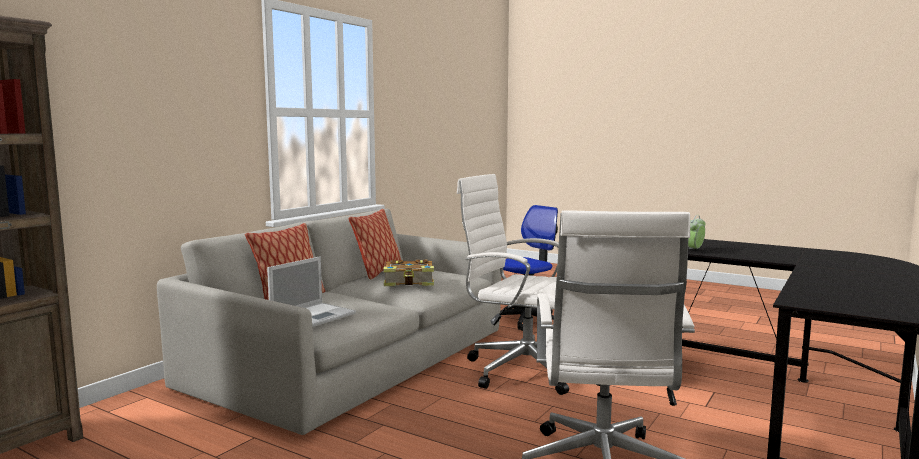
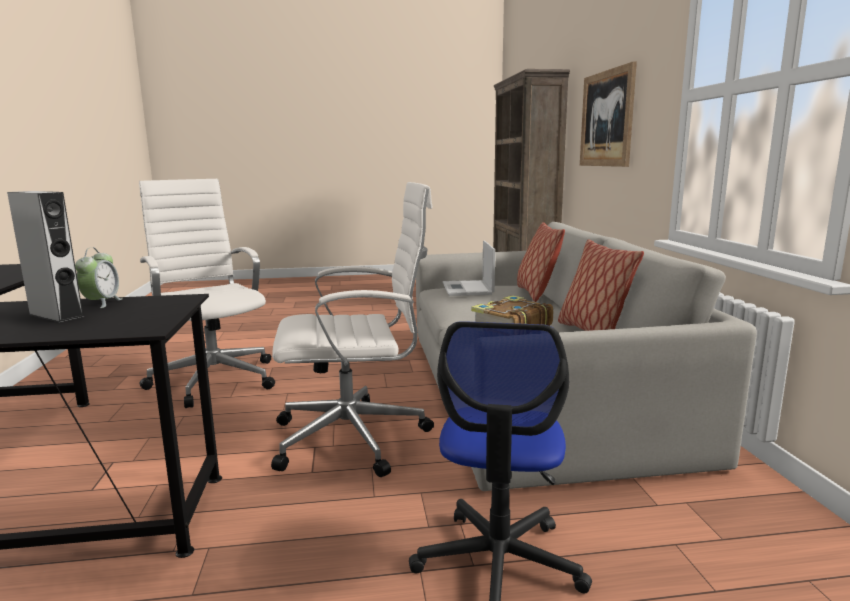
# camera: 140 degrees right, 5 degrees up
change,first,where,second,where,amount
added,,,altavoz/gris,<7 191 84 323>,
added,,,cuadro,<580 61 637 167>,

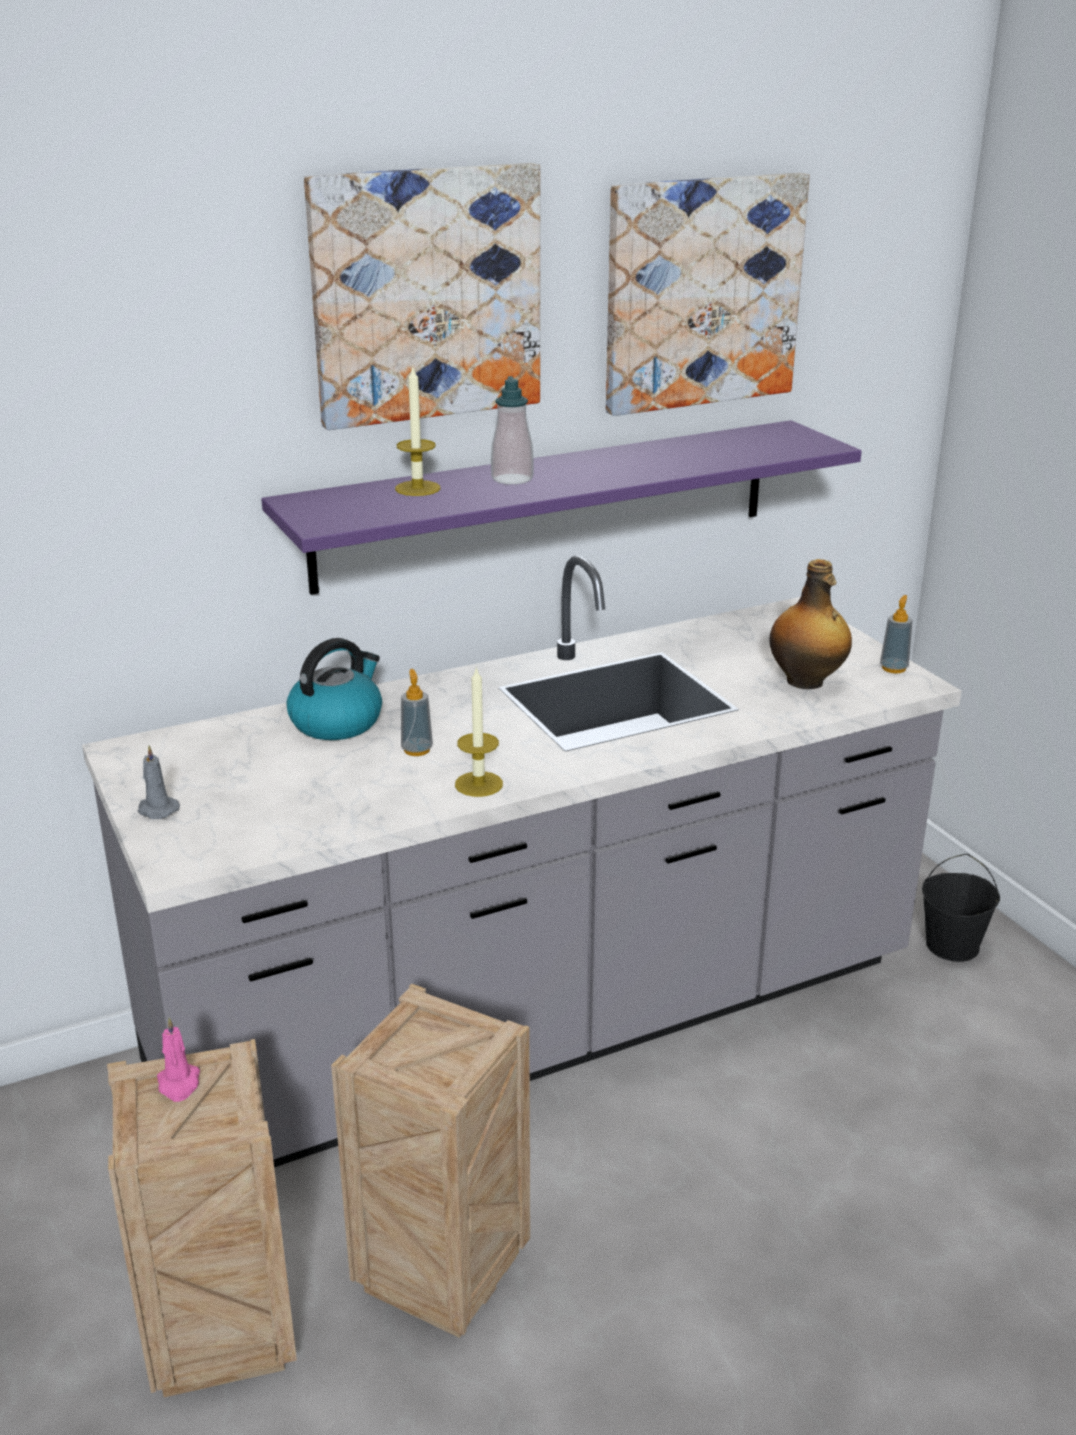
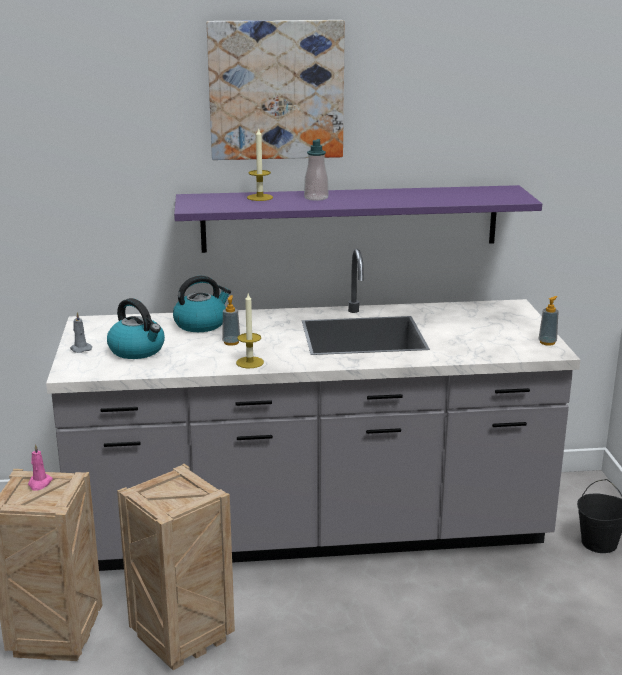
# camera: 20 degrees right, 5 degrees down
change,first,where,second,where,amount
added,,,hervidor,<107 298 165 359>,
removed,cuadro,<606 173 809 416>,,,
removed,botella,<770 559 852 689>,,,

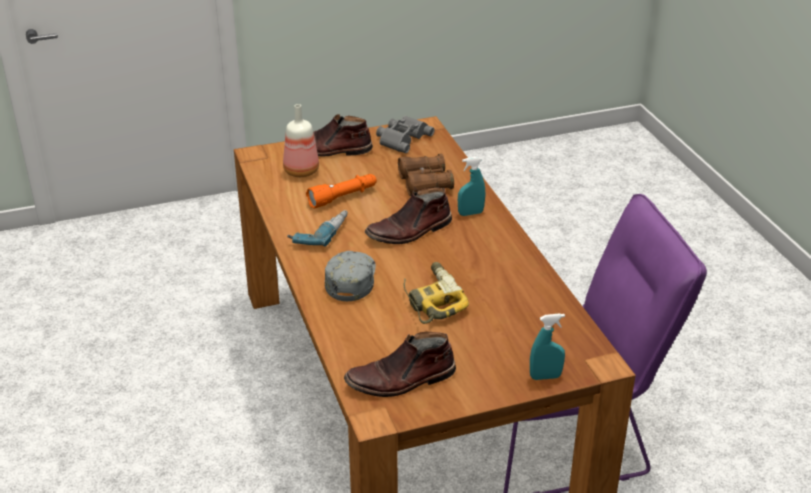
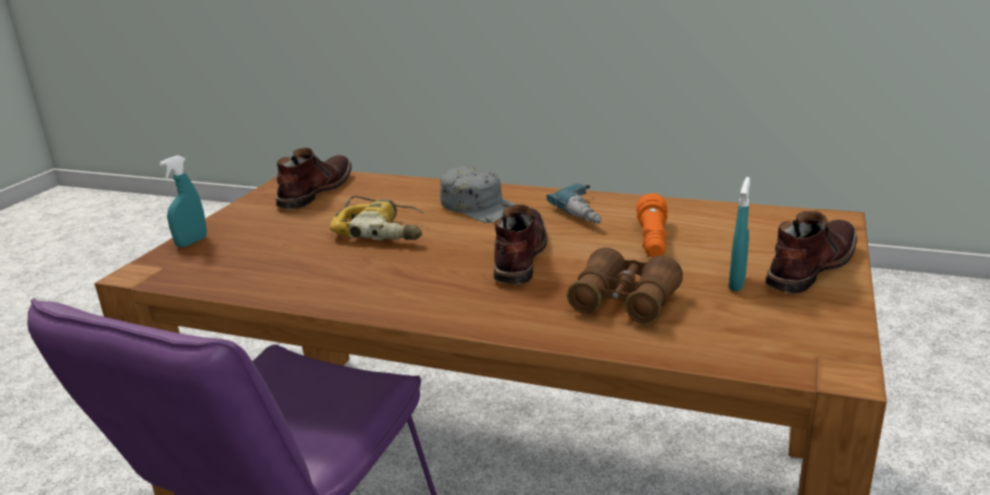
# camera: 130 degrees right, 10 degrees down
change,first,where,second,where,amount
moved,pulverizador/turquesa,<458 157 485 216>,,<729 177 750 291>,
removed,botella,<283 104 319 177>,,,
removed,prismáticos/gris,<376 116 435 153>,,,

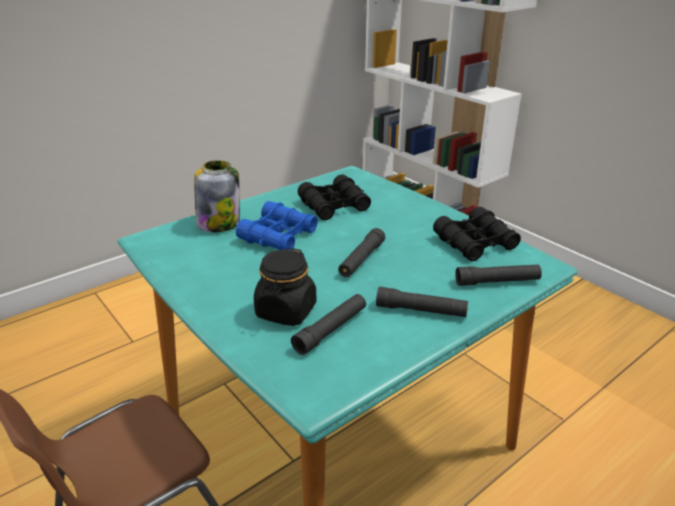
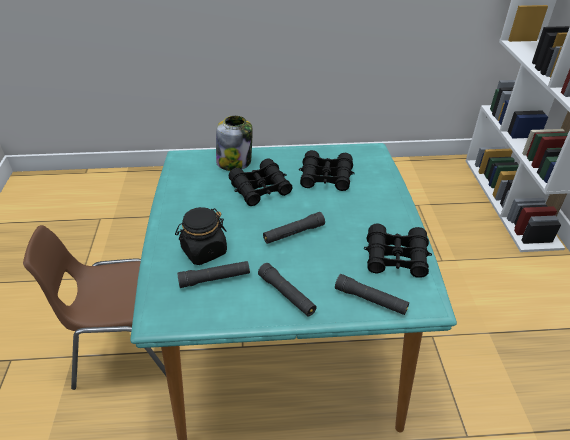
# camera: 35 degrees right, 10 degrees up
change,first,where,second,where,amount
recoloured,prismáticos/azul,<236 201 318 250>,prismáticos/negro,<229 158 293 206>,

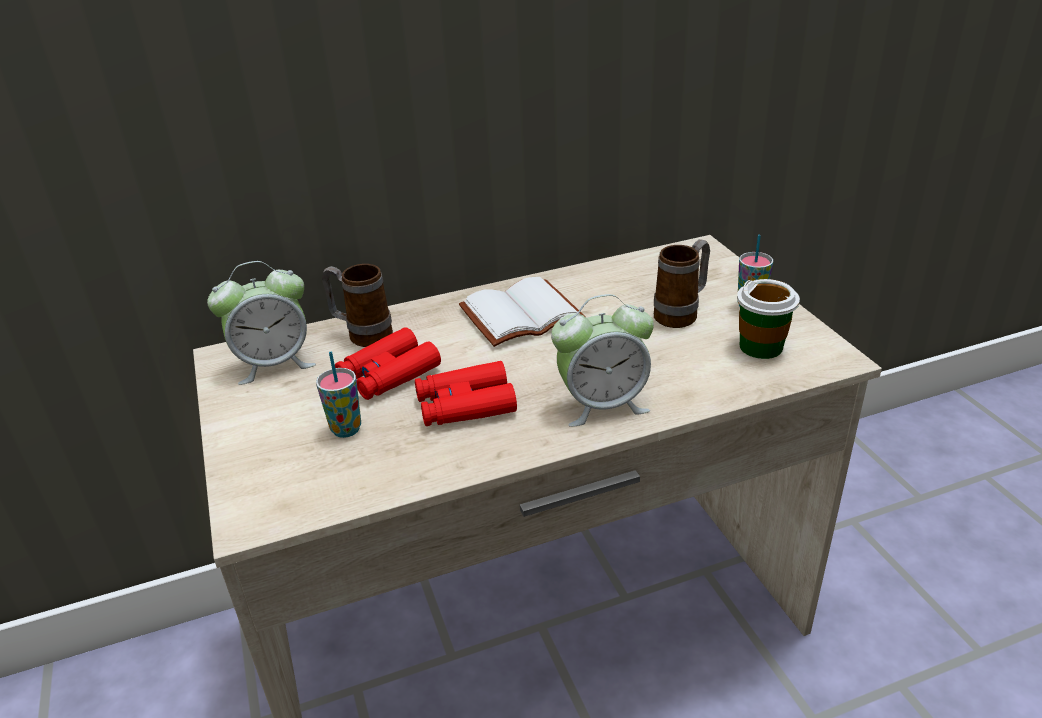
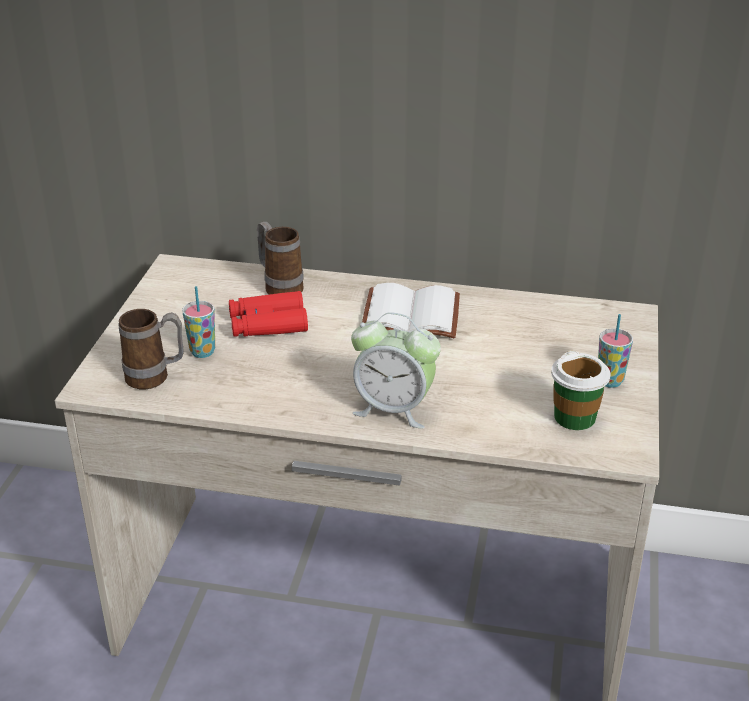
# camera: 30 degrees right, 0 degrees up
change,first,where,second,where,amount
moved,taza grande,<654 239 710 328>,,<118 309 184 389>,
removed,despertador,<207 261 316 385>,,,
removed,prismáticos/rojo,<415 361 517 426>,,,

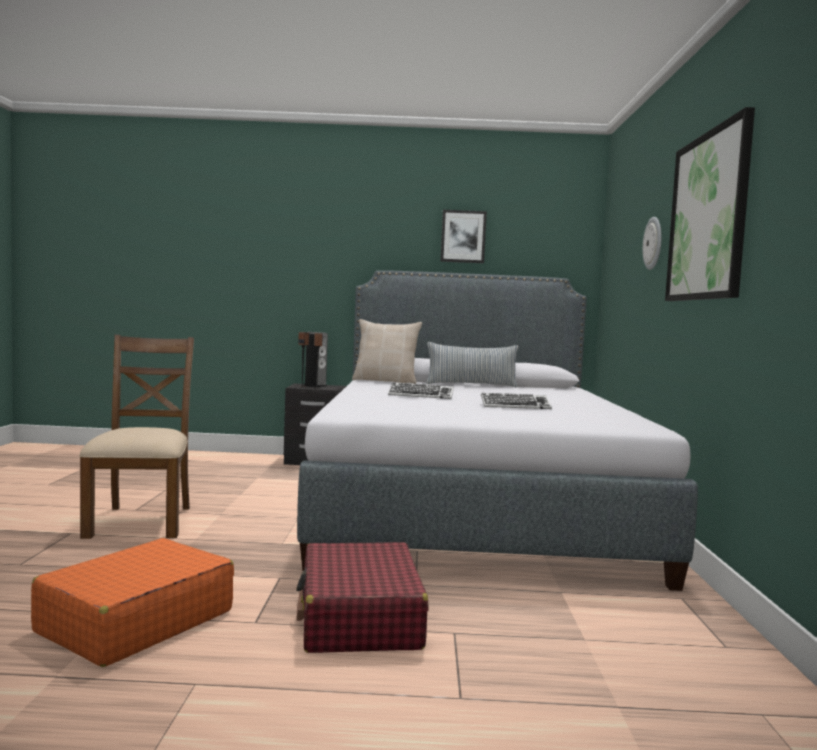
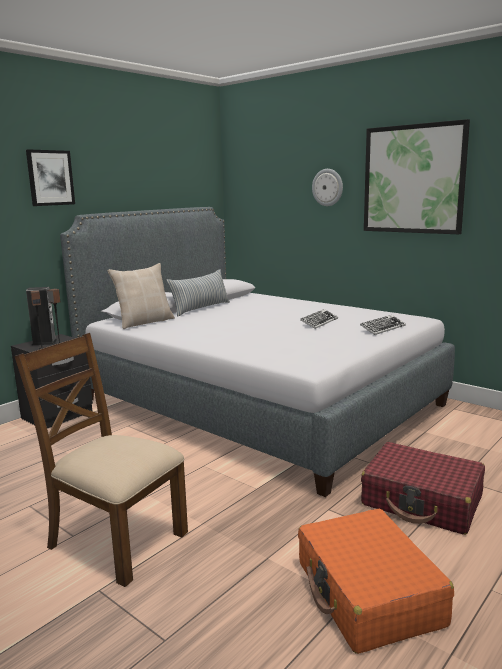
# camera: 50 degrees left, 10 degrees up
change,first,where,second,where,amount
moved,cuadro,<440 210 487 263>,,<26 149 75 206>,
moved,teclado,<388 382 454 399>,,<360 315 406 335>,

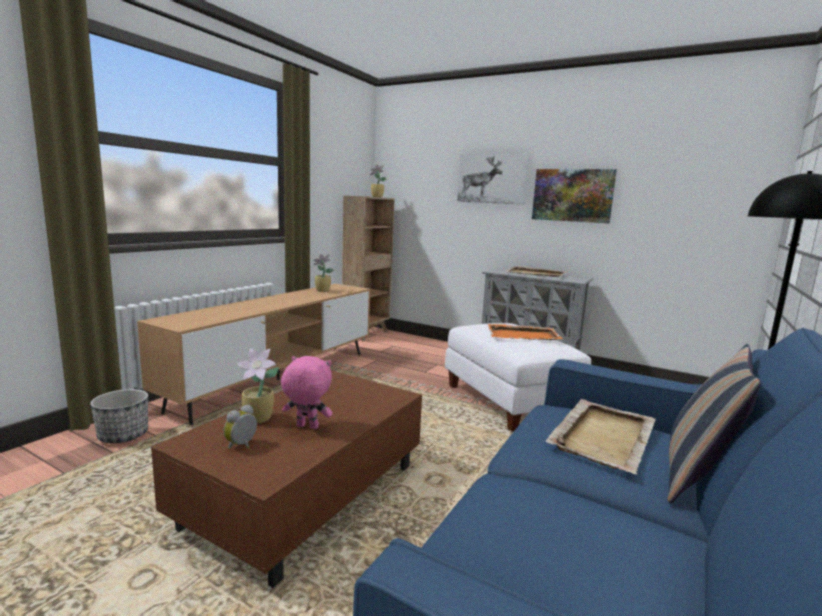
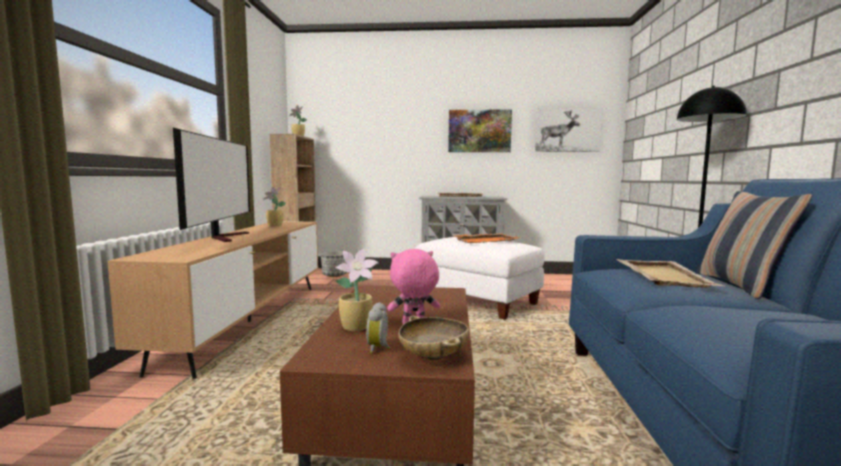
# camera: 25 degrees left, 5 degrees down
change,first,where,second,where,amount
added,,,televisor,<173 128 250 242>,
moved,maceta,<91 389 148 443>,,<321 251 347 277>,
added,,,cuenco/beis,<398 316 469 360>,
moved,cuadro,<457 153 529 204>,,<535 108 603 152>,

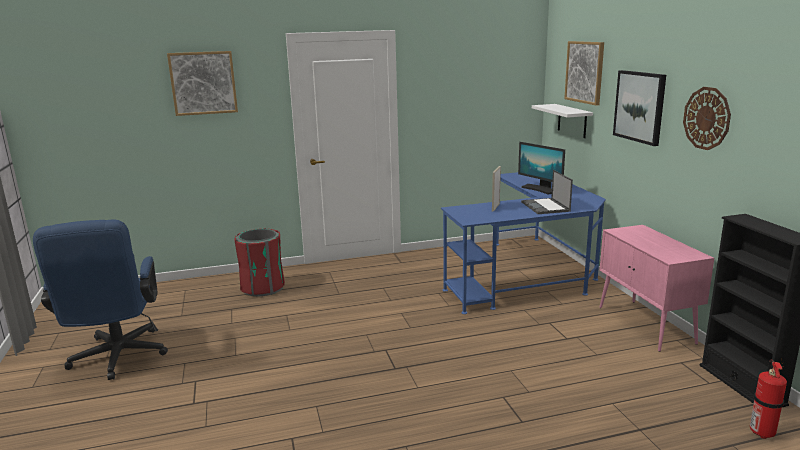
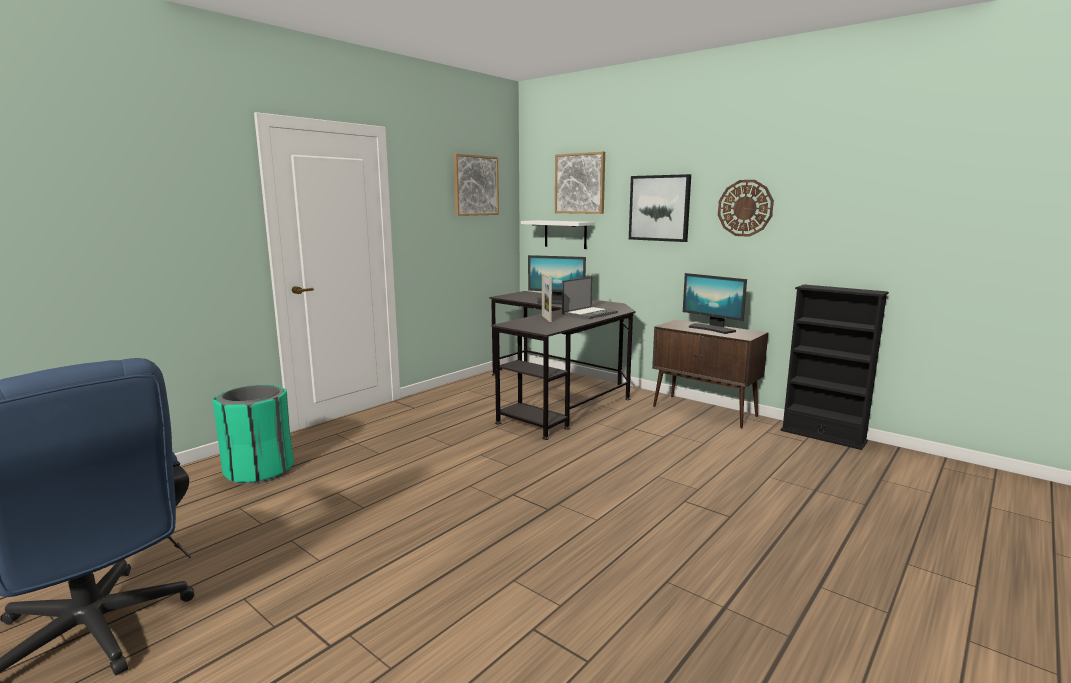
# camera: 35 degrees left, 5 degrees down
change,first,where,second,where,amount
recoloured,papelera/rojo,<234 229 285 296>,papelera/verde,<213 385 294 485>,
moved,cuadro,<167 51 238 116>,,<453 153 499 216>,
recoloured,escritorio/azul,<441 172 606 314>,escritorio/negro,<489 291 635 440>,
turned,portátil,<521 170 573 214>,,<562 277 618 319>,90 degrees counterclockwise
recoloured,armario/rosa,<600 225 714 352>,armario/marrón,<652 320 768 428>,
added,,,monitor,<683 273 747 334>,
removed,extintor,<750 358 787 439>,,,

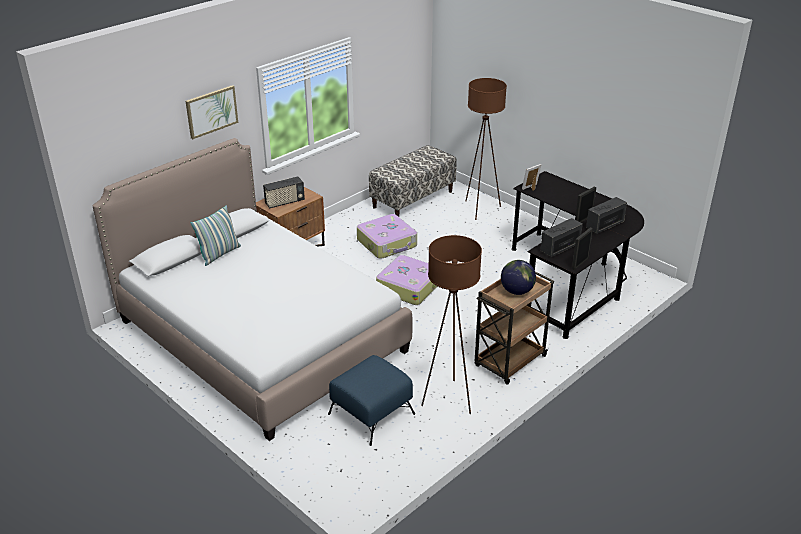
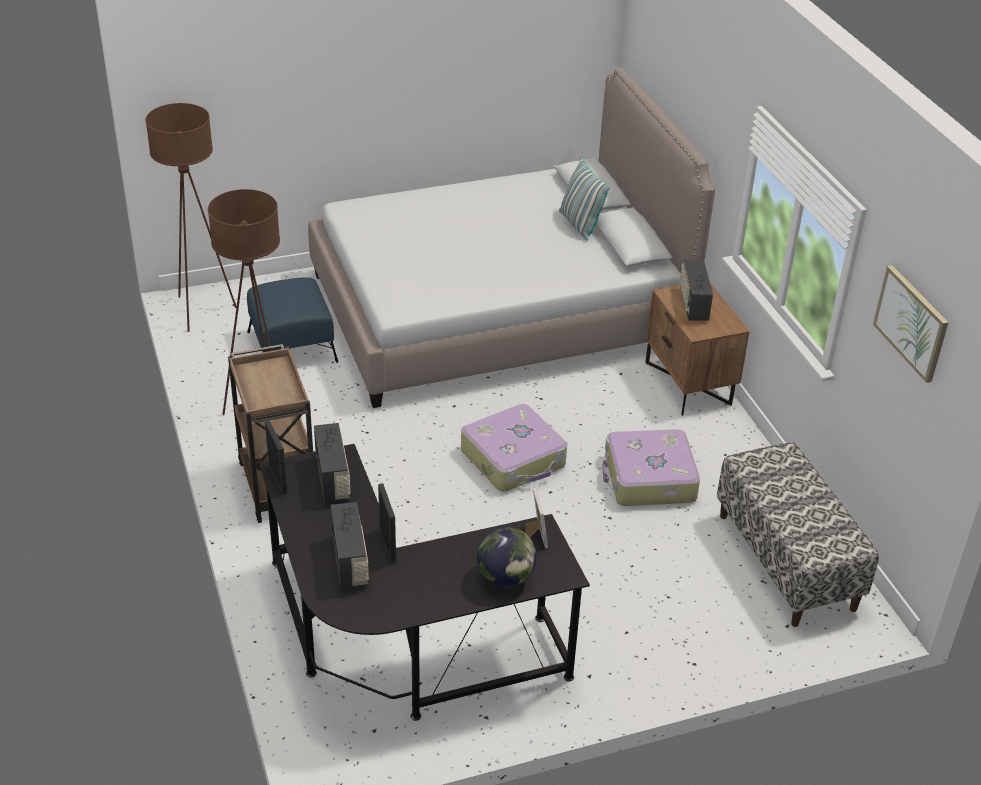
# camera: 115 degrees right, 5 degrees up
change,first,where,second,where,amount
moved,lámpara de pie/marrón,<466 78 507 220>,,<145 103 237 332>,
moved,globo terráqueo,<501 260 536 295>,,<477 526 537 587>,
moved,cuadro,<186 85 238 139>,,<873 265 949 383>,

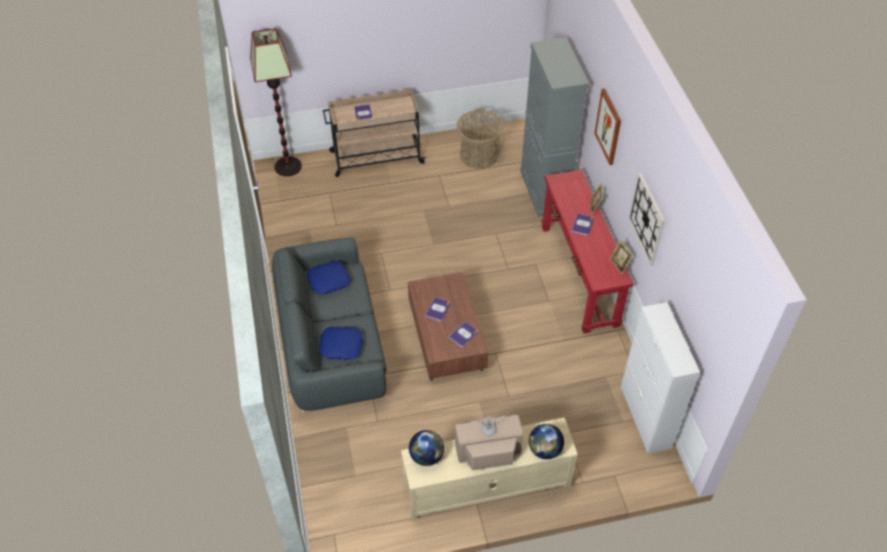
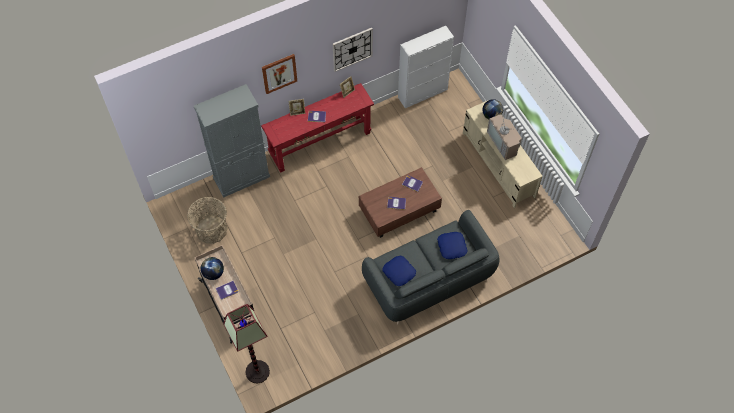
# camera: 105 degrees left, 10 degrees up
change,first,where,second,where,amount
moved,globo terráqueo,<409 430 444 466>,,<201 257 224 280>,

